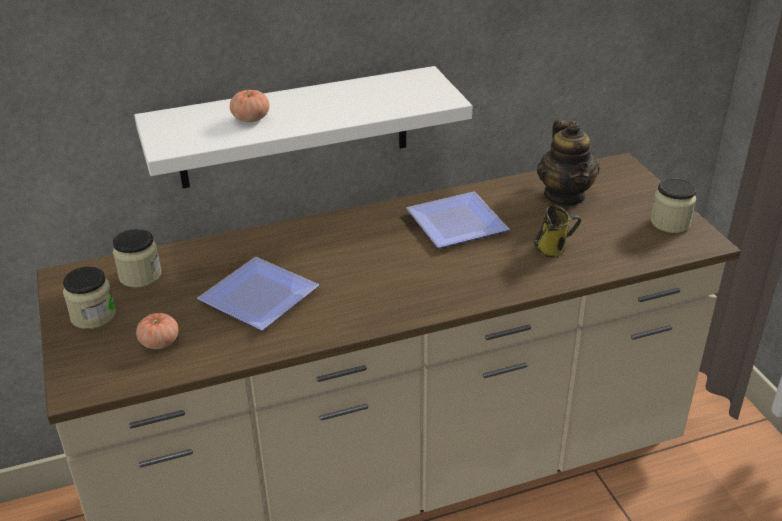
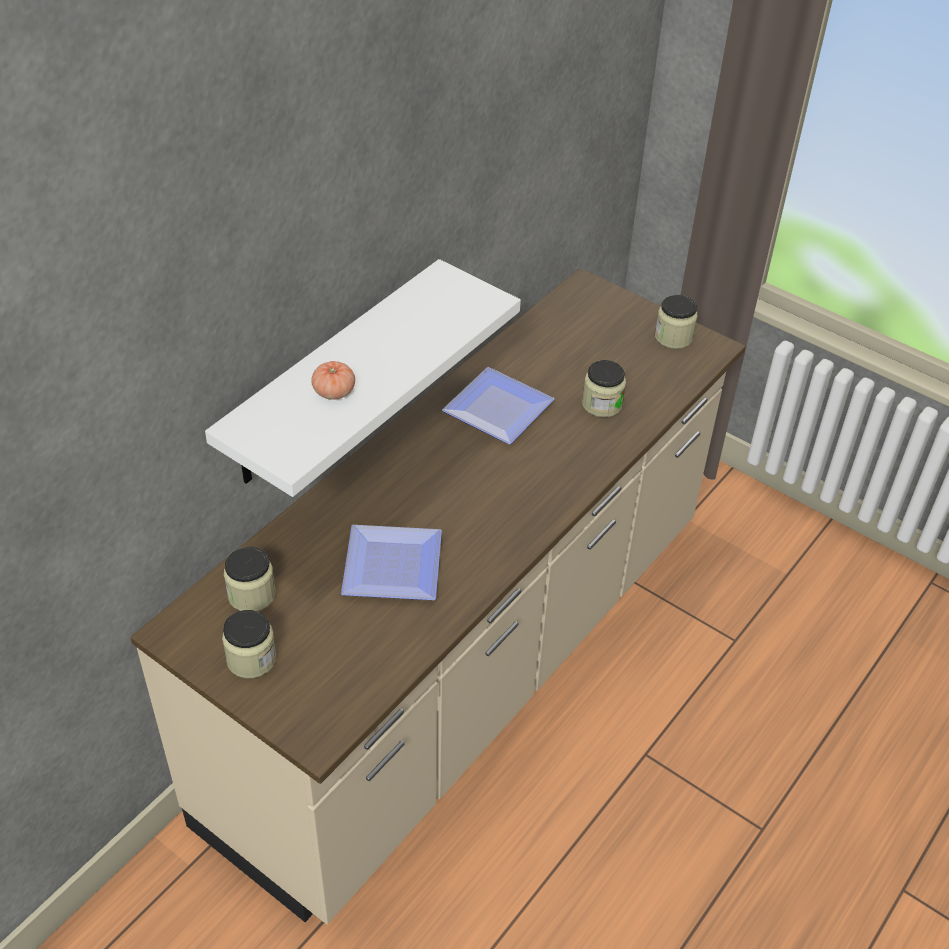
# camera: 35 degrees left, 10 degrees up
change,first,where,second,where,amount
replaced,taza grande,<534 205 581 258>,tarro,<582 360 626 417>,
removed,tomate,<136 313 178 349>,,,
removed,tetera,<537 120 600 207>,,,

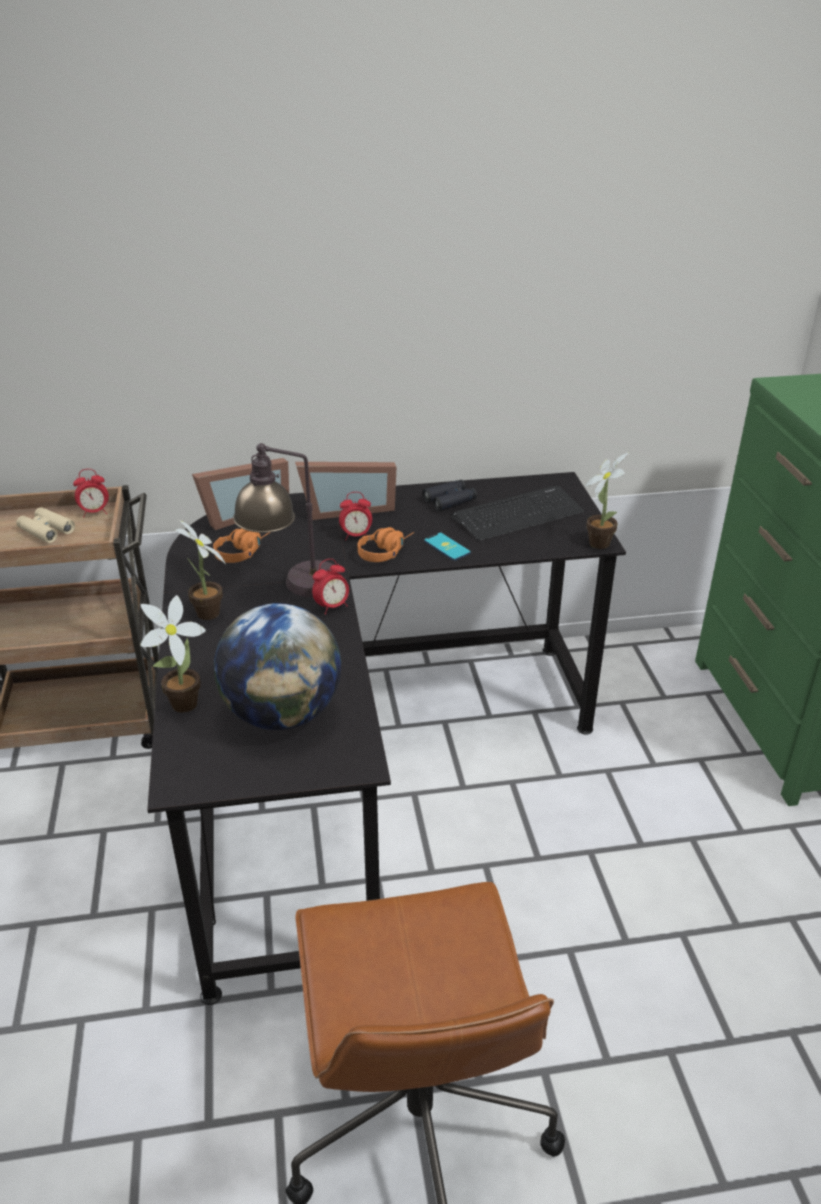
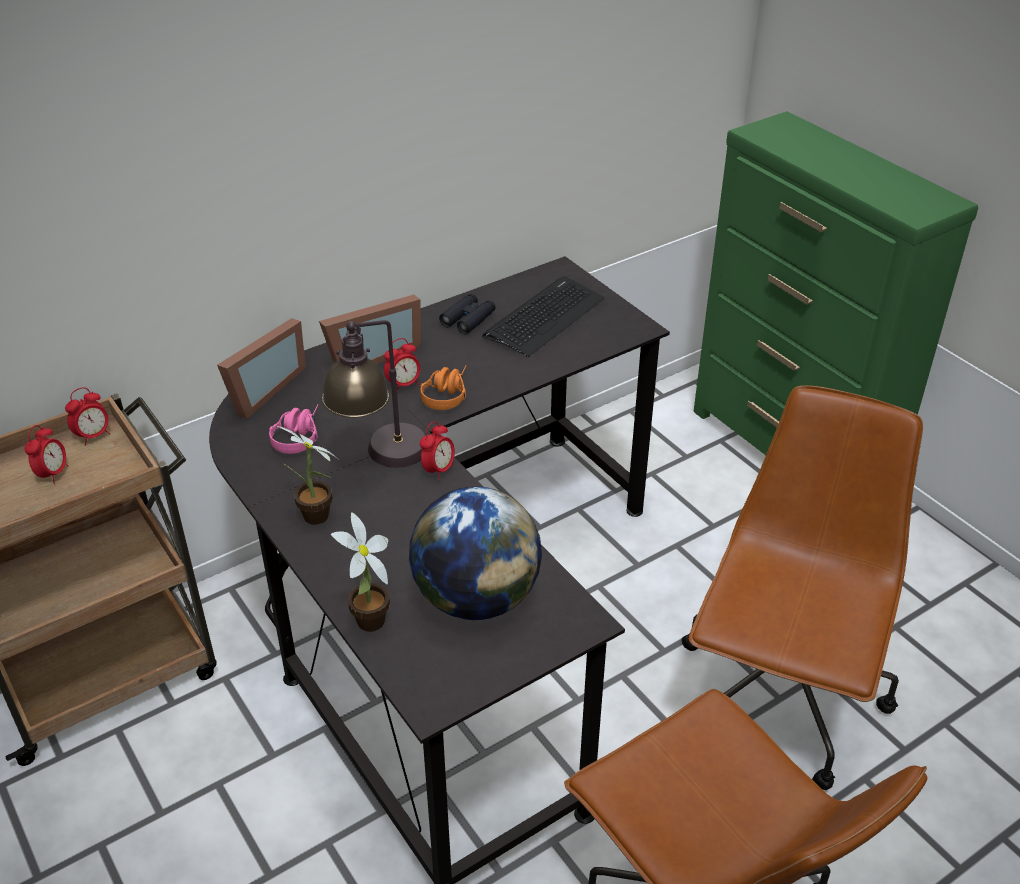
# camera: 25 degrees left, 5 degrees up
change,first,where,second,where,amount
replaced,prismáticos/beis,<16 507 75 543>,despertador,<25 425 68 484>,
recoloured,auriculares/naranja,<213 528 271 563>,auriculares/rosa,<269 404 319 454>,
added,,,silla de oficina/marrón,<682 385 923 790>,
removed,móvil,<424 533 471 561>,,,
removed,planta en maceta,<585 453 628 549>,,,

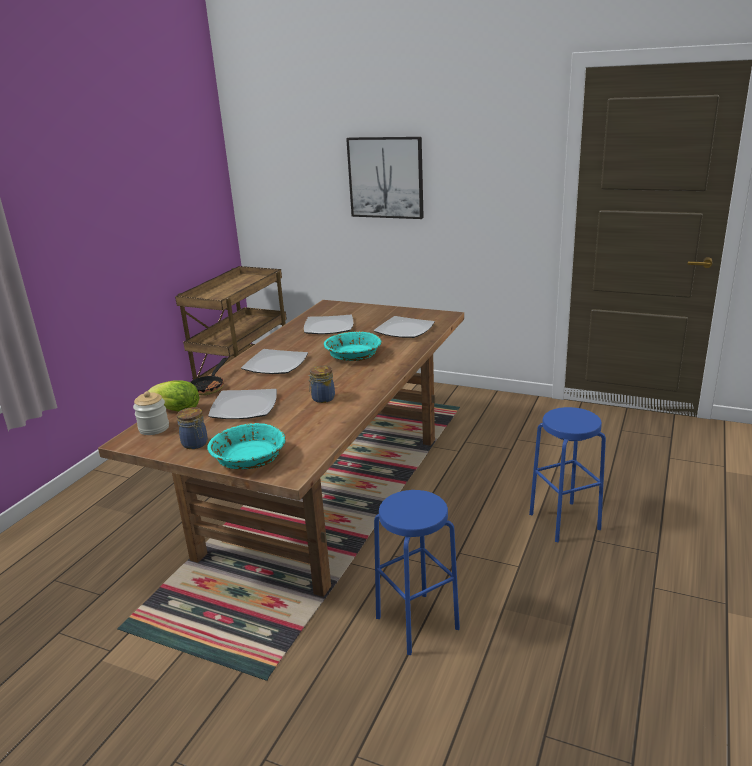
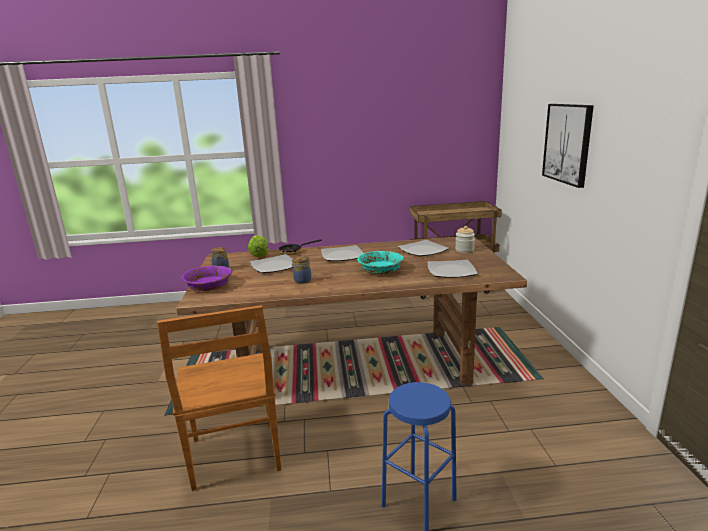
# camera: 60 degrees right, 5 degrees down
change,first,where,second,where,amount
replaced,taburete/azul,<374 490 460 655>,silla/marrón,<157 305 281 491>,
recoloured,cuenco/turquesa,<207 423 285 470>,cuenco/morado,<182 266 232 291>,
moved,tarro,<133 391 169 435>,,<455 226 475 253>,

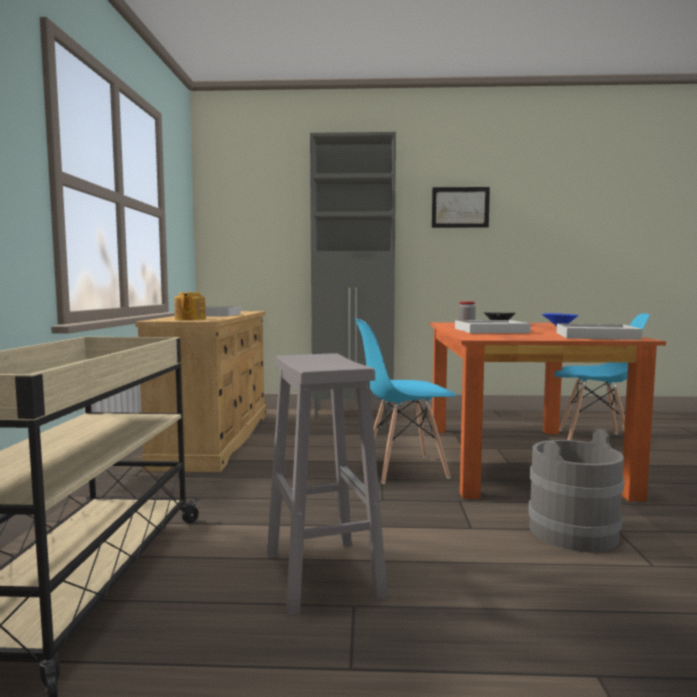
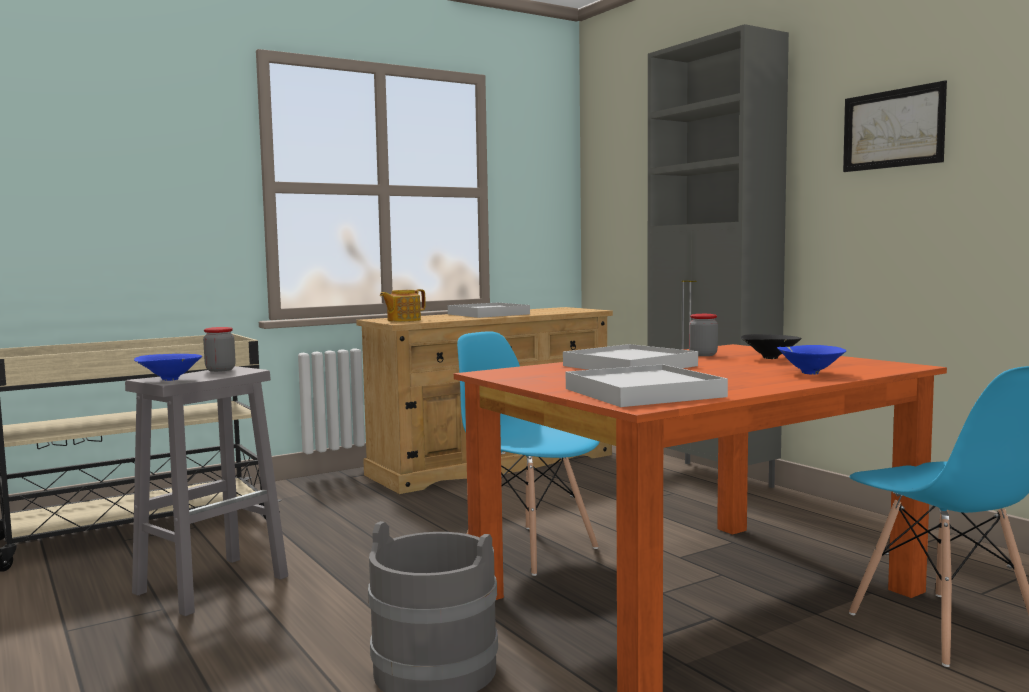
# camera: 55 degrees right, 0 degrees up
change,first,where,second,where,amount
added,,,cuenco/azul,<134 354 202 381>,
added,,,tarro,<203 327 236 372>,

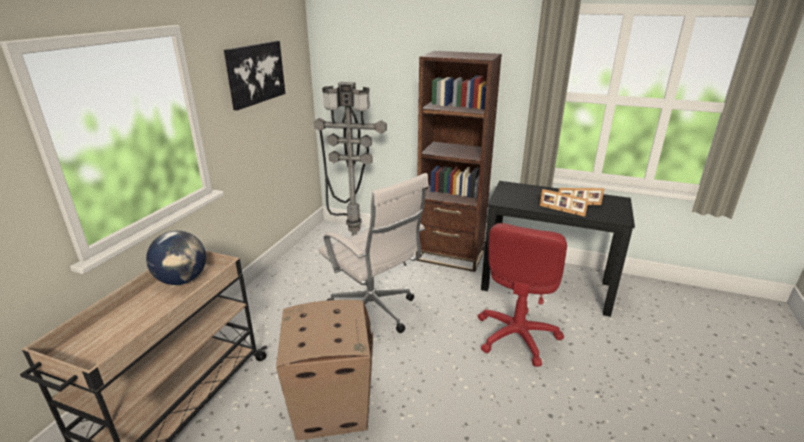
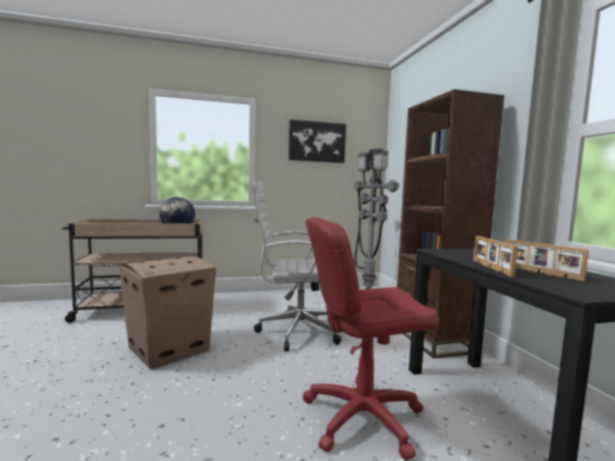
# camera: 55 degrees right, 20 degrees down
change,first,where,second,where,amount
turned,silla de oficina/blanco,<319 173 429 333>,,<252 180 342 352>,75 degrees clockwise

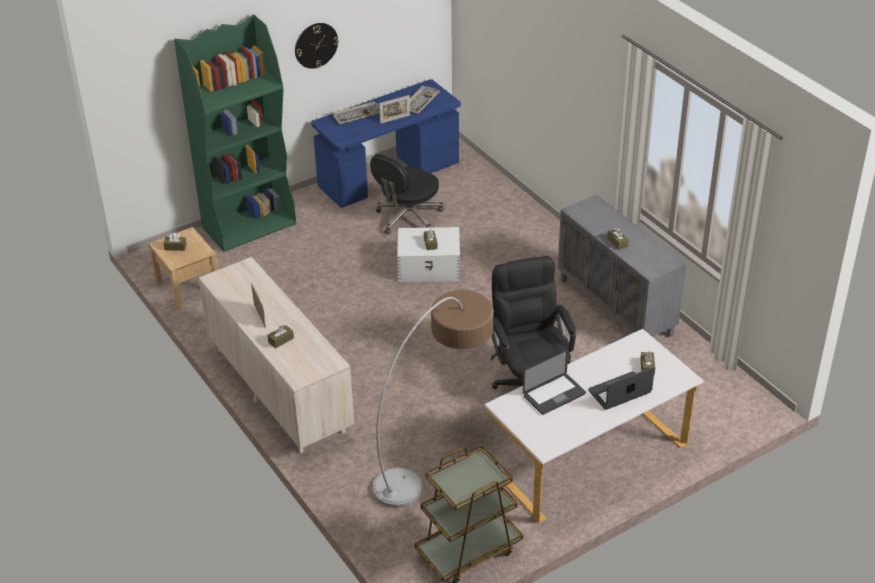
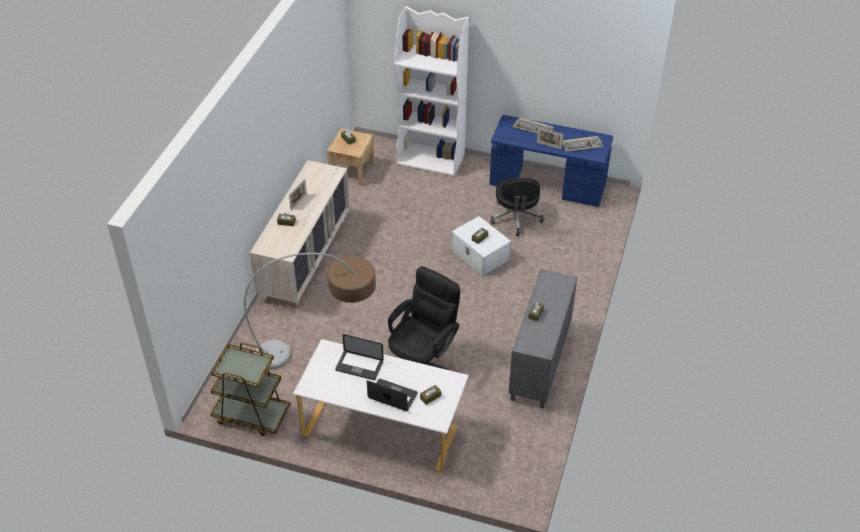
# camera: 50 degrees right, 5 degrees up
change,first,where,second,where,amount
recoloured,estantería/verde,<174 14 296 252>,estantería/blanco,<394 6 469 176>,
turned,silla de oficina/negro,<370 154 444 235>,,<490 178 544 236>,90 degrees counterclockwise
removed,reloj de pared,<295 23 339 69>,,,

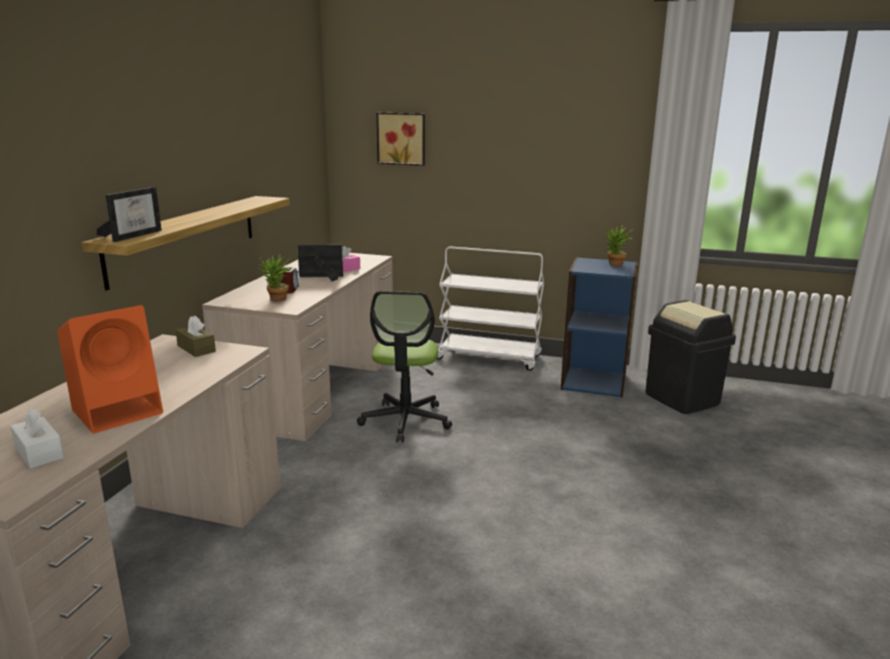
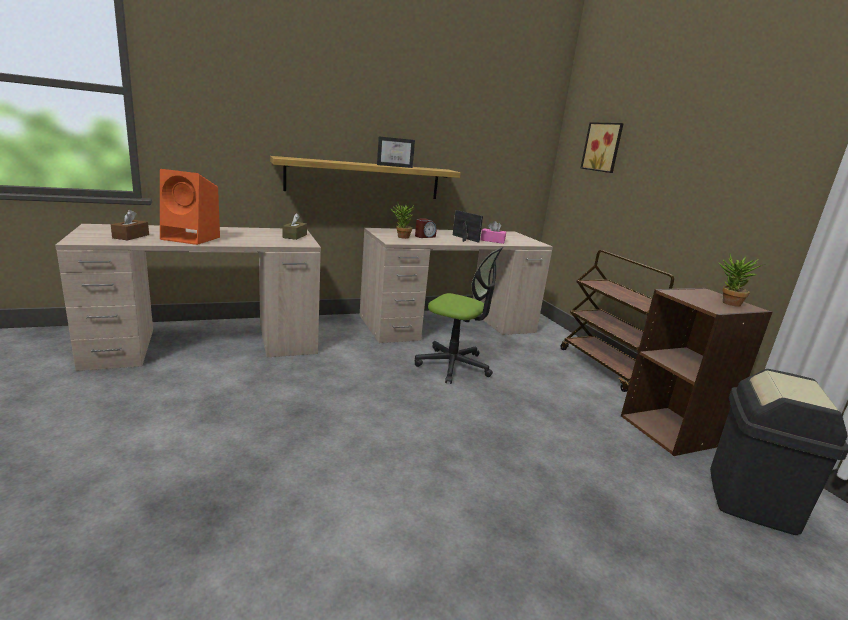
# camera: 50 degrees right, 0 degrees up
change,first,where,second,where,amount
recoloured,caja de pañuelos/blanco,<10 408 64 469>,caja de pañuelos/marrón,<111 210 149 240>,
moved,portarretratos,<97 187 162 242>,,<377 136 415 168>,
turned,silla de oficina,<357 291 452 442>,,<415 247 503 384>,120 degrees counterclockwise
recoloured,carrito/blanco,<437 246 544 371>,carrito/marrón,<560 250 674 392>,
recoloured,estantería/azul,<561 257 638 398>,estantería/marrón,<621 288 773 456>,

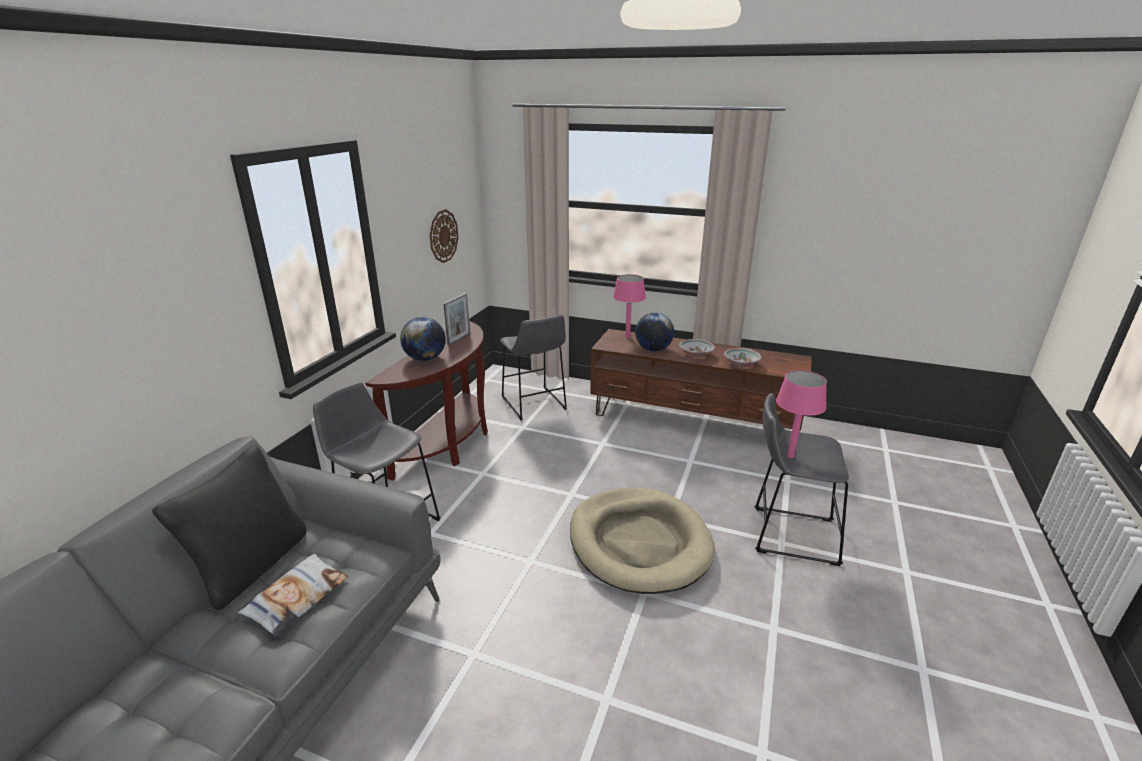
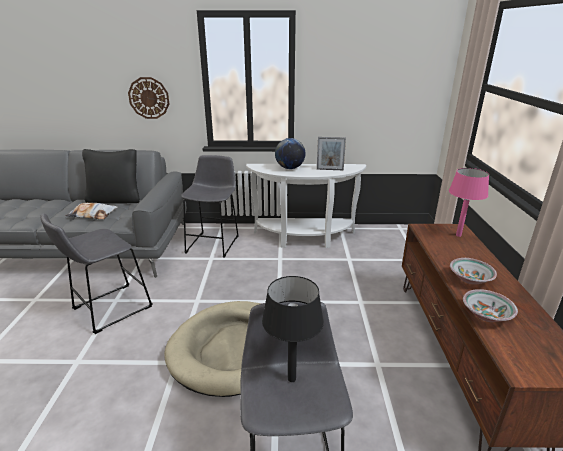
# camera: 70 degrees right, 0 degrees up
change,first,where,second,where,amount
moved,taburete/gris,<500 315 567 420>,,<40 213 153 334>,
moved,reloj de pared,<430 209 458 263>,,<128 77 169 119>,
recoloured,mesa consola/marrón,<365 321 488 480>,mesa consola/blanco,<246 164 366 248>,
recoloured,lámpara de mesa/rosa,<776 370 827 458>,lámpara de mesa/negro,<262 276 324 382>,
removed,globo terráqueo,<635 313 674 351>,,,

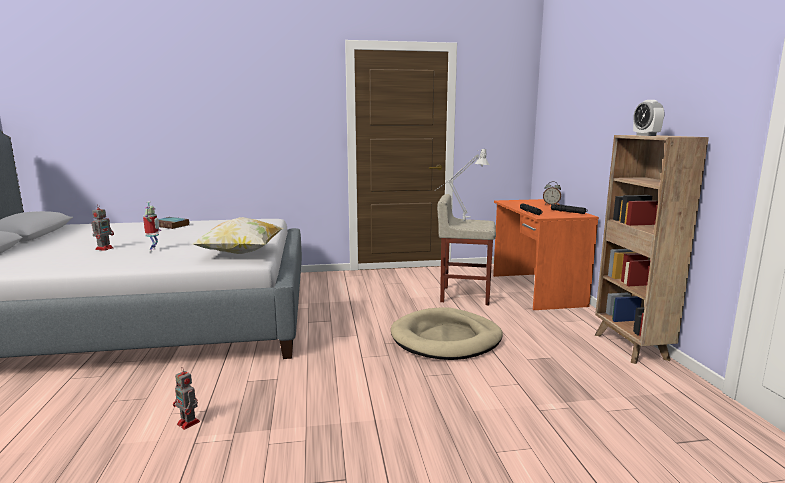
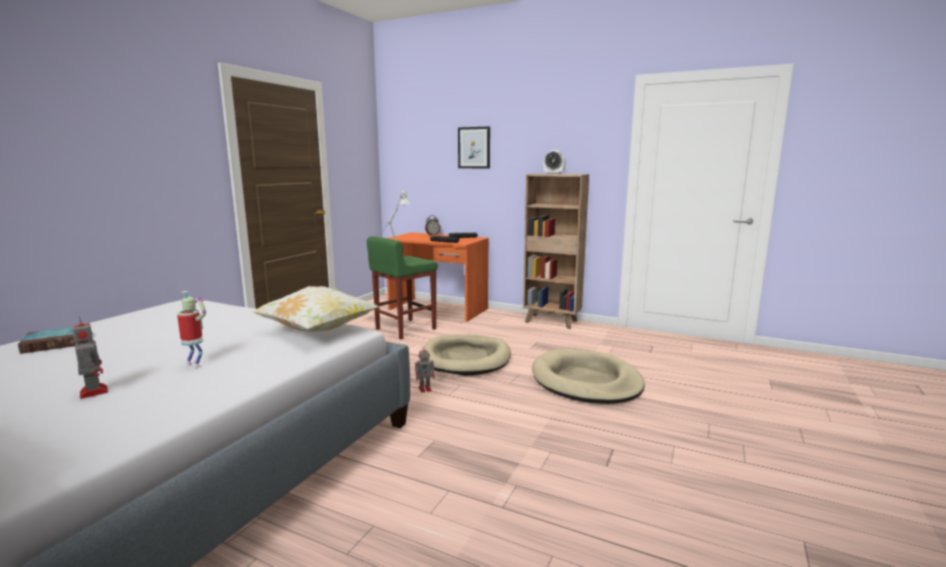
# camera: 55 degrees left, 0 degrees up
change,first,where,second,where,amount
recoloured,taburete/beis,<437 194 496 305>,taburete/verde,<367 236 438 340>,
moved,robot de juguete,<173 367 200 430>,,<415 346 435 392>,
added,,,cuadro,<458 127 490 168>,
added,,,cama para perro/beis,<532 349 645 404>,

